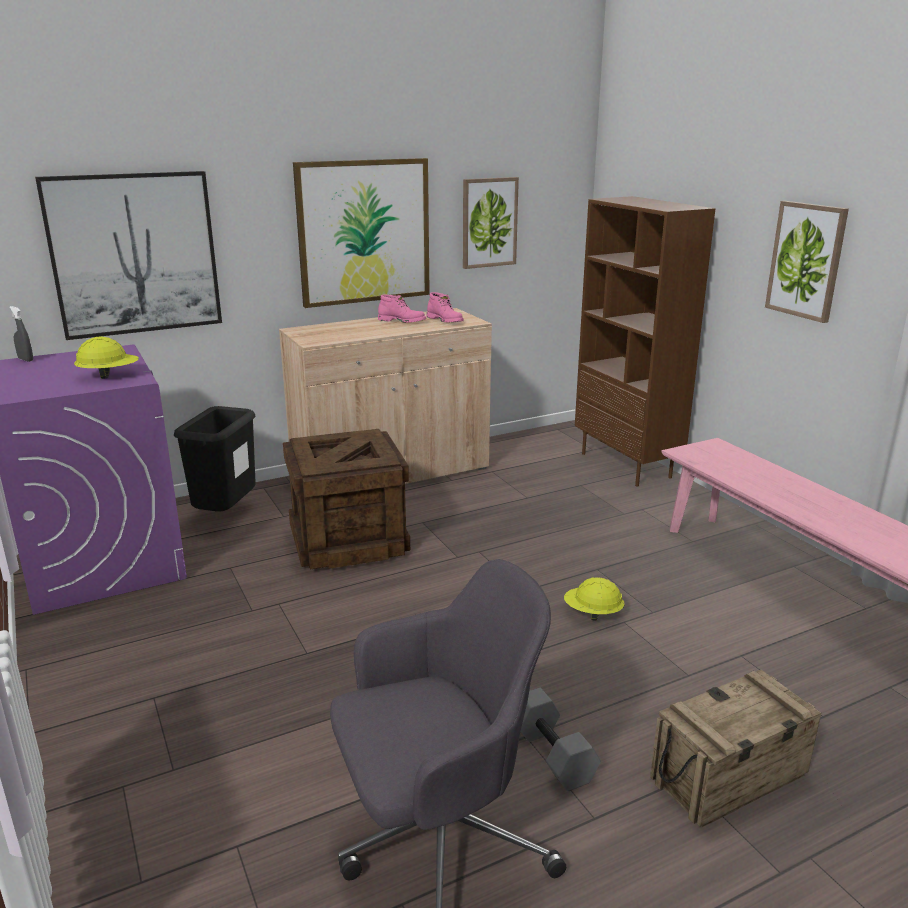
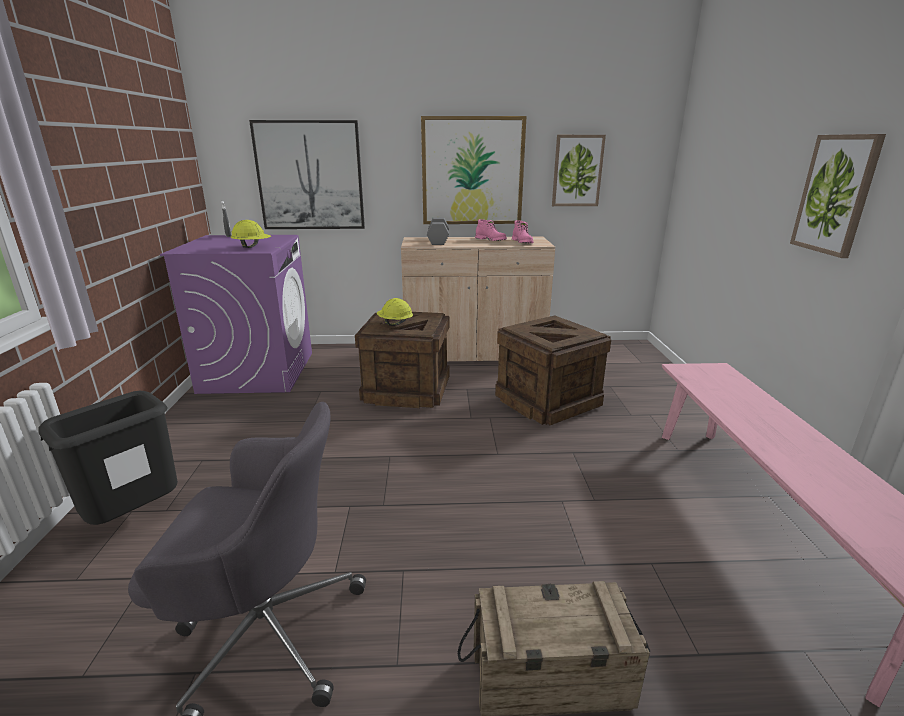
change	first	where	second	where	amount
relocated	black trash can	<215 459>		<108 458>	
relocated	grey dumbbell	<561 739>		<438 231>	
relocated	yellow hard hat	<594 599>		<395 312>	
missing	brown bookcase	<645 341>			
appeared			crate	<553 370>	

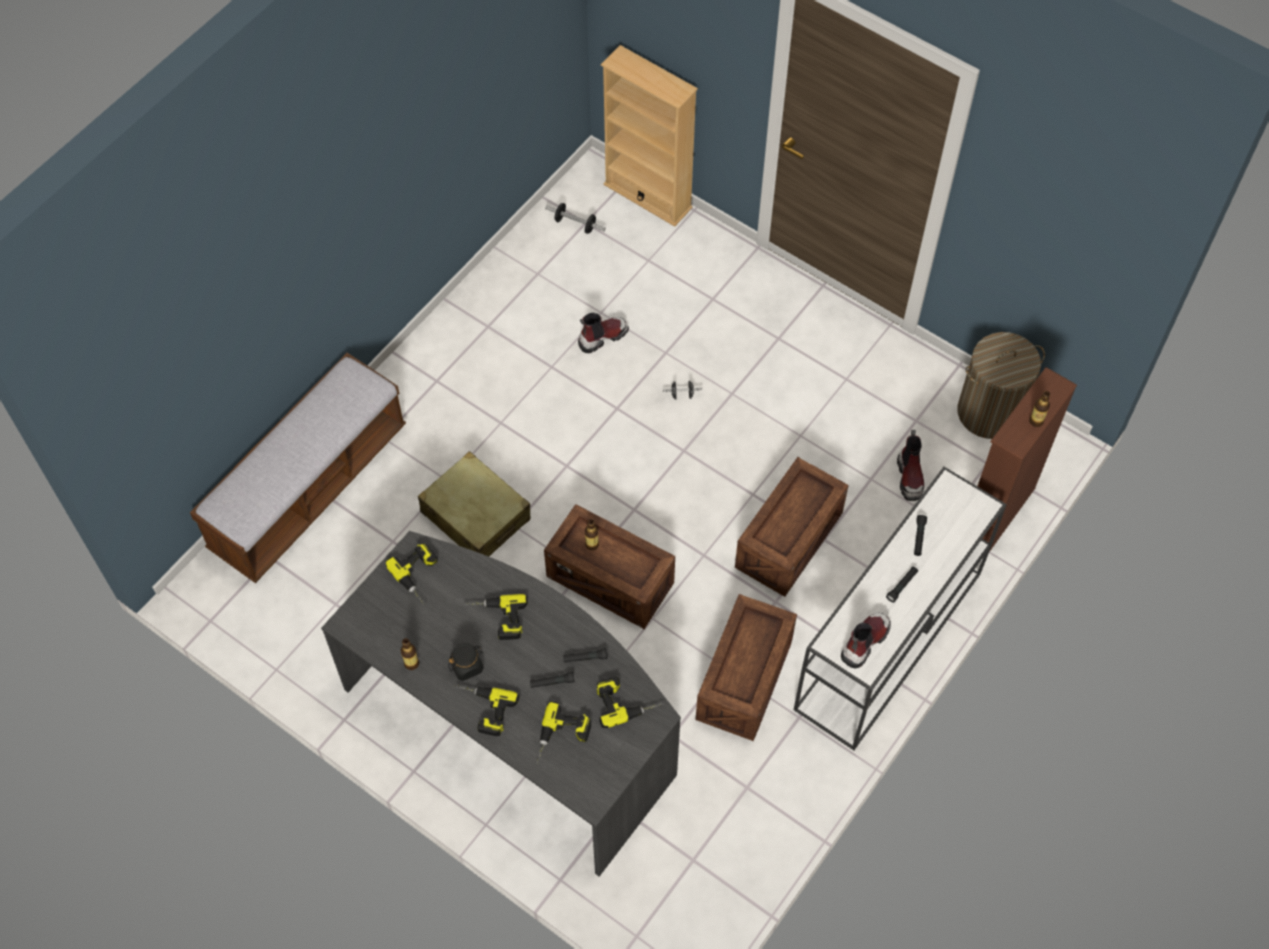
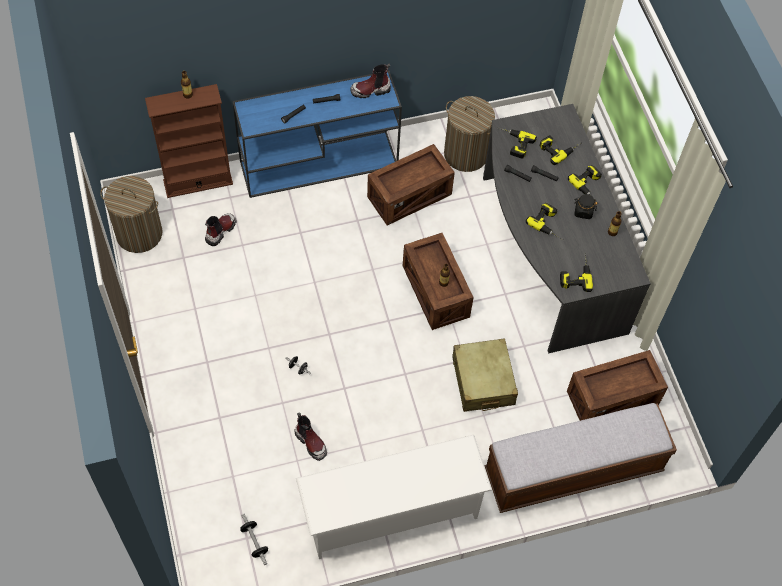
change	first	where	second	where	amount
spun	boot	<603 333>		<311 436>	135 degrees counterclockwise
missing	beige bookcase	<649 136>			
relocated	crate	<792 527>		<617 385>	
colour	white console table	<900 608>	blue console table	<317 134>	
appeared			white shoe rack	<394 497>	
appeared			laundry basket	<469 134>	

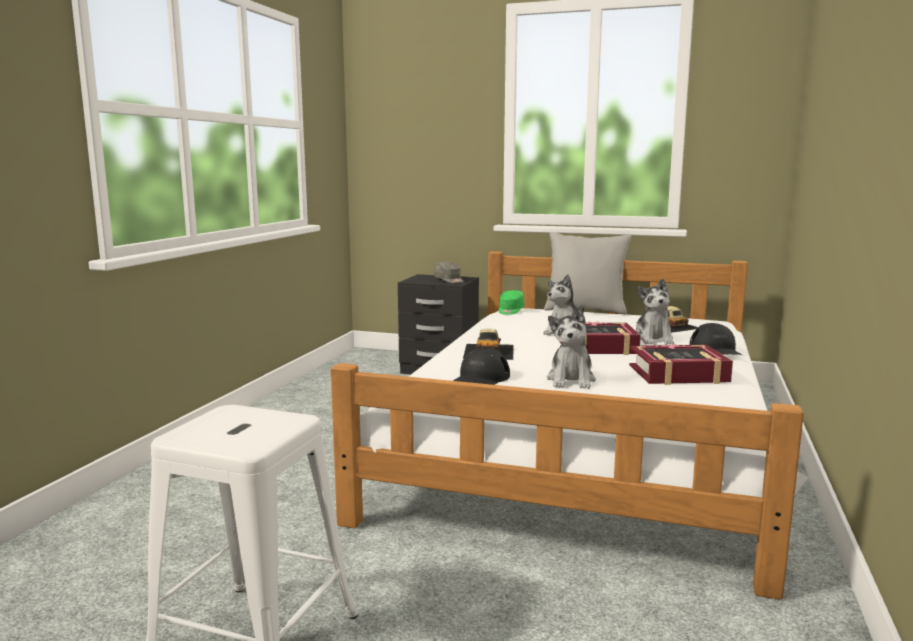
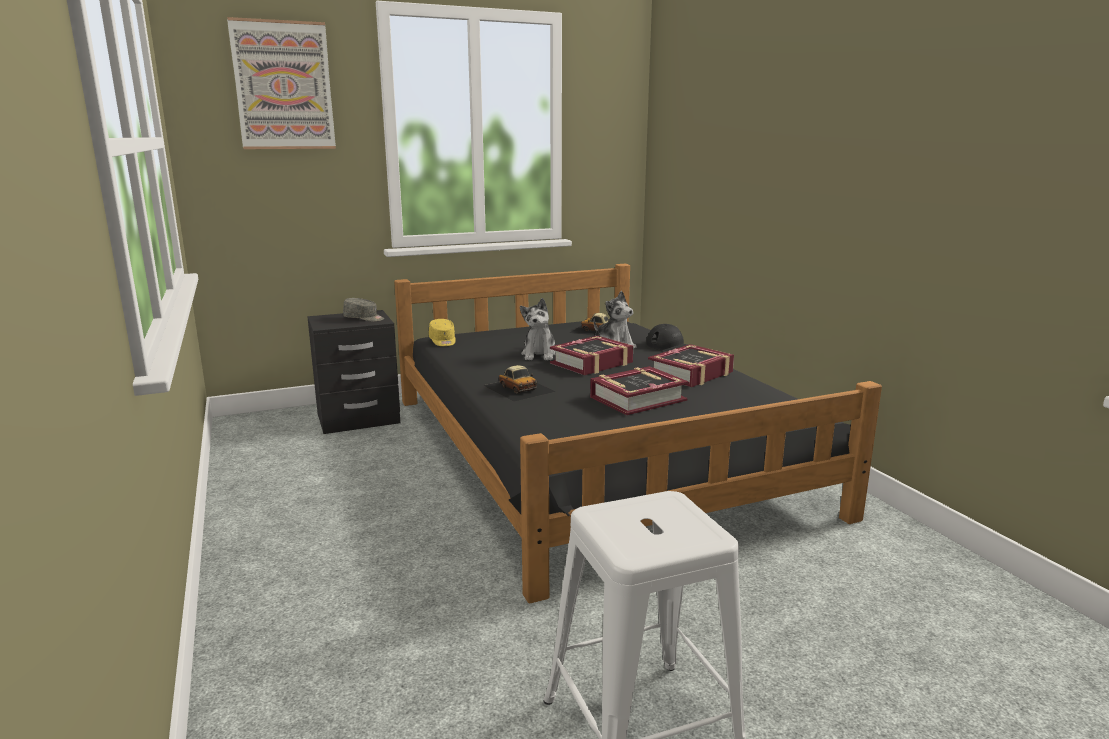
change	first	where	second	where	amount
colour	white bed	<570 425>	black bed	<638 434>	
missing	black cap	<481 366>			
colour	green cap	<512 302>	yellow cap	<442 332>	
missing	grey pillow	<588 273>			
exchanged	plush toy	<571 347>	book	<639 390>	
appeared			picture	<281 83>	

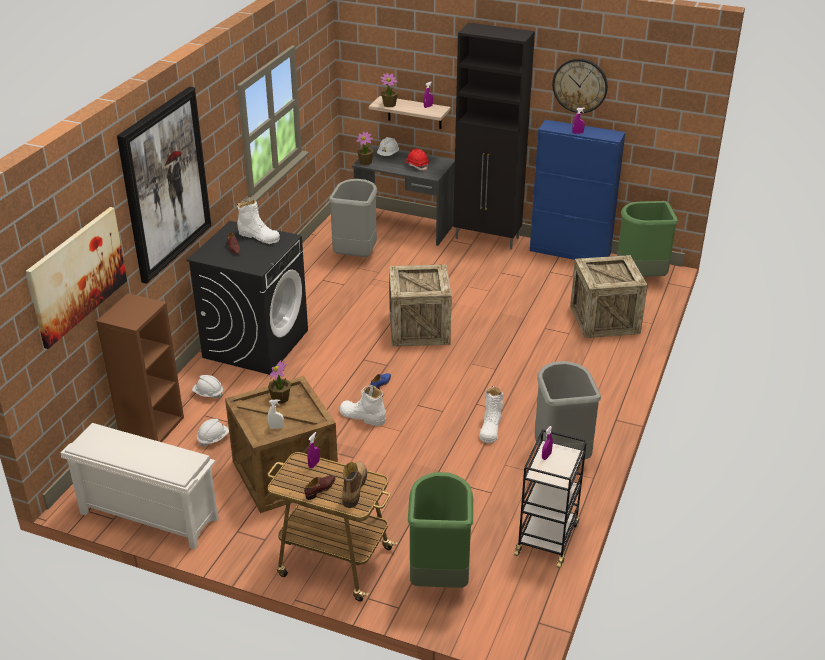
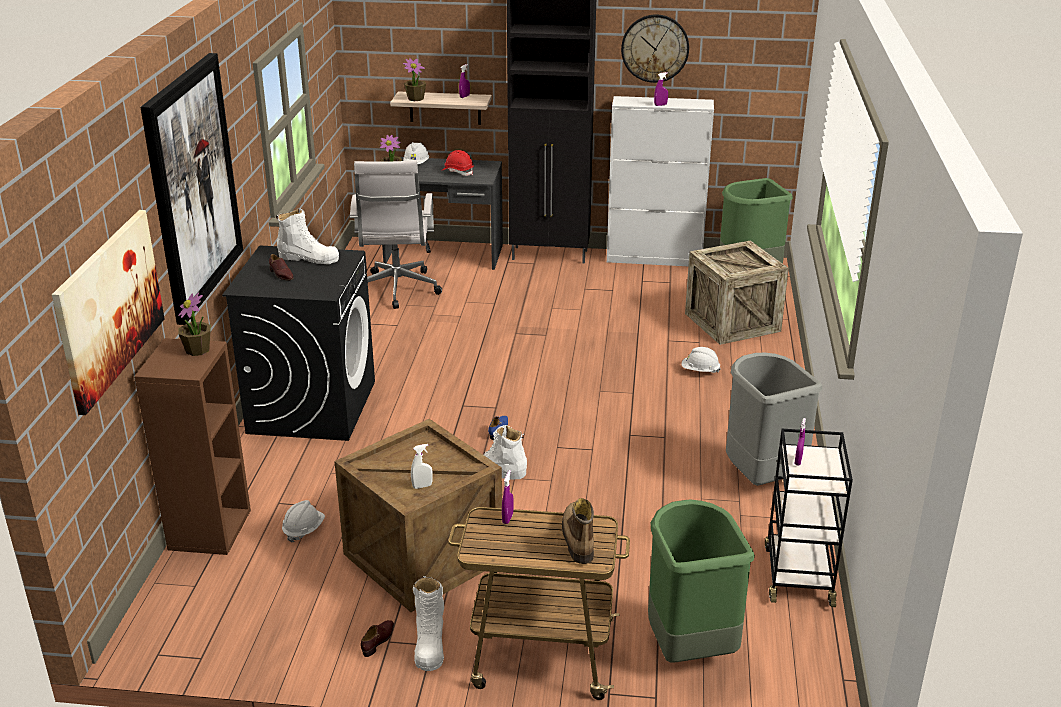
change	first	where	second	where	amount
missing	white shoe rack	<139 486>			
relocated	white hard hat	<207 386>		<701 360>	
relocated	potted plant	<279 382>		<194 324>	
relocated	brown shoe	<320 487>		<377 638>	
exchanged	grey trash can	<353 218>	white office chair	<396 234>	
missing	crate	<420 305>			
relocated	white boot	<491 414>		<428 623>	
colour	blue cabinet	<577 190>	white cabinet	<660 181>	

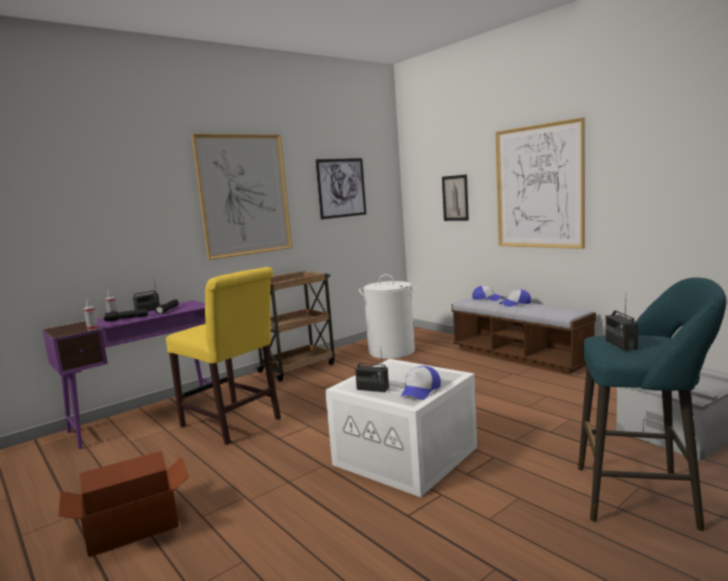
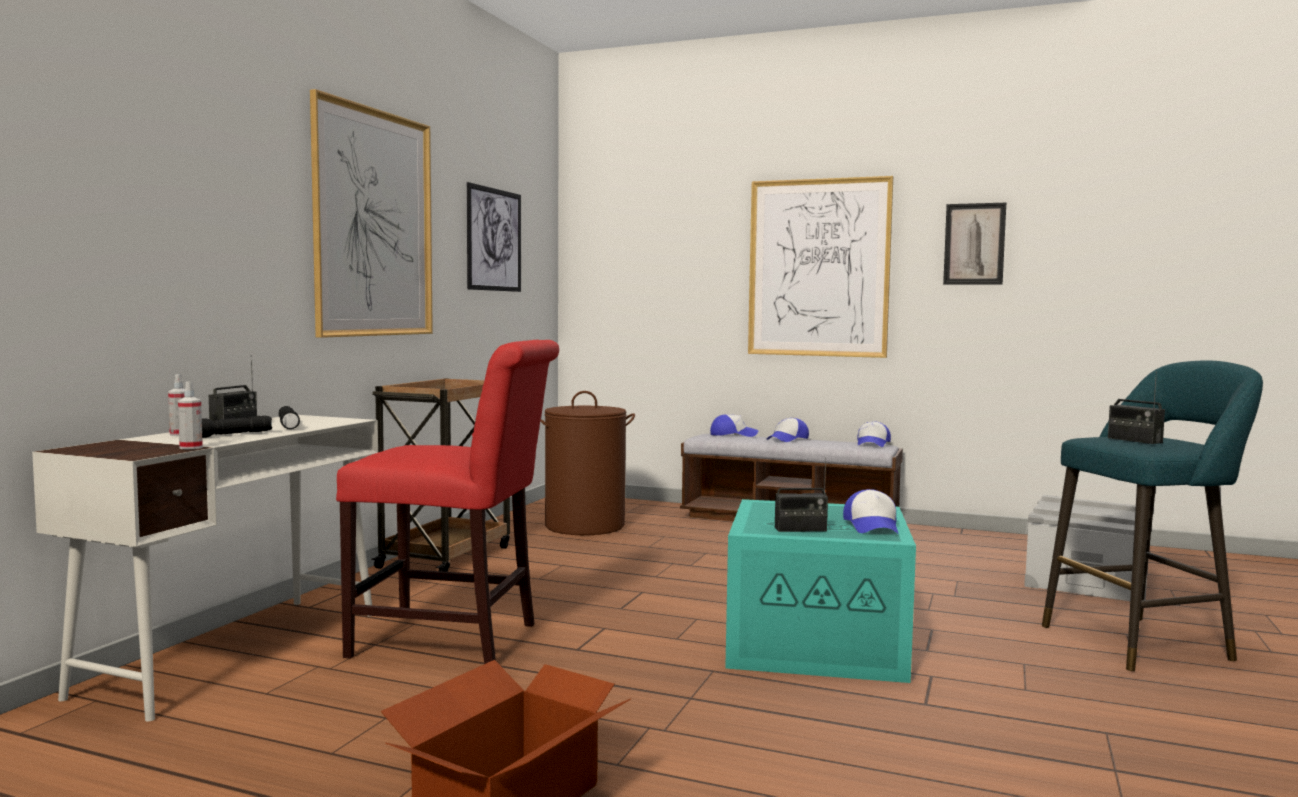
change	first	where	second	where	amount
colour	purple desk	<126 374>	white desk	<205 568>	
colour	yellow chair	<223 356>	red chair	<447 502>	
colour	white storage box	<401 428>	turquoise storage box	<820 591>	
colour	white laundry basket	<388 316>	brown laundry basket	<587 463>	
relocated	picture	<455 197>		<974 243>	
appeared			cap	<874 434>	

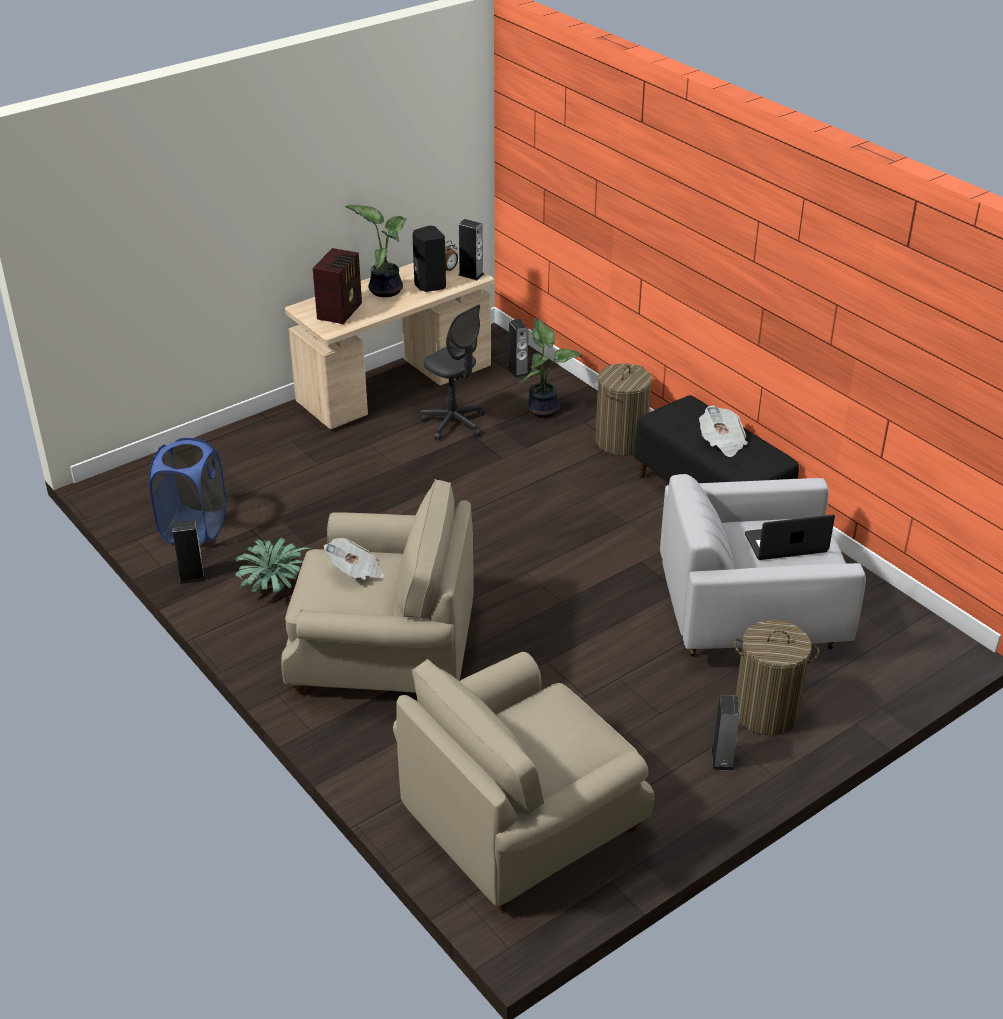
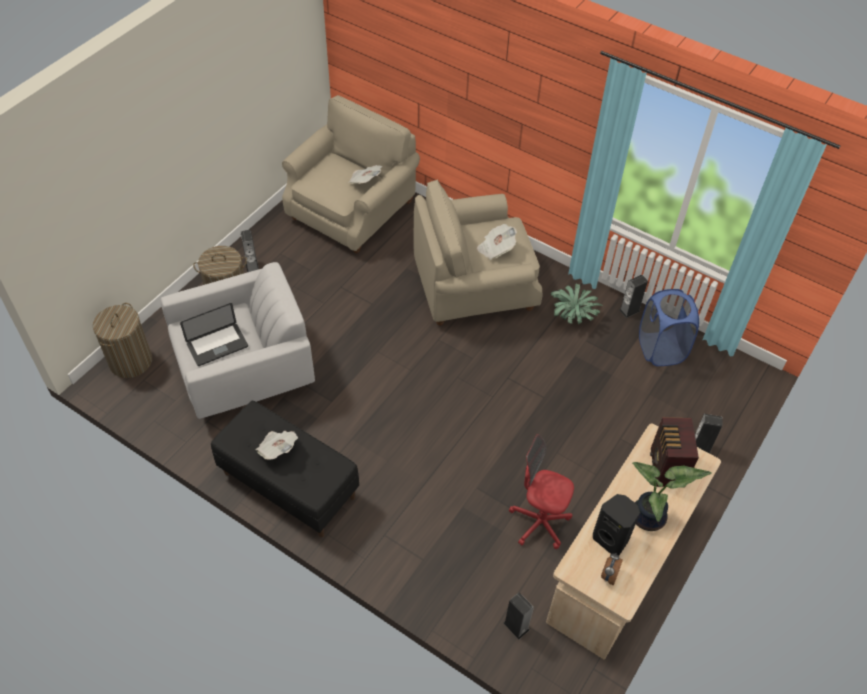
change	first	where	second	where	amount
colour	grey office chair	<452 372>	red office chair	<541 491>	
relocated	speaker	<471 249>		<709 434>	
missing	potted plant	<550 368>			
relocated	laundry basket	<623 409>		<122 340>	
appeared			newspaper	<365 174>	

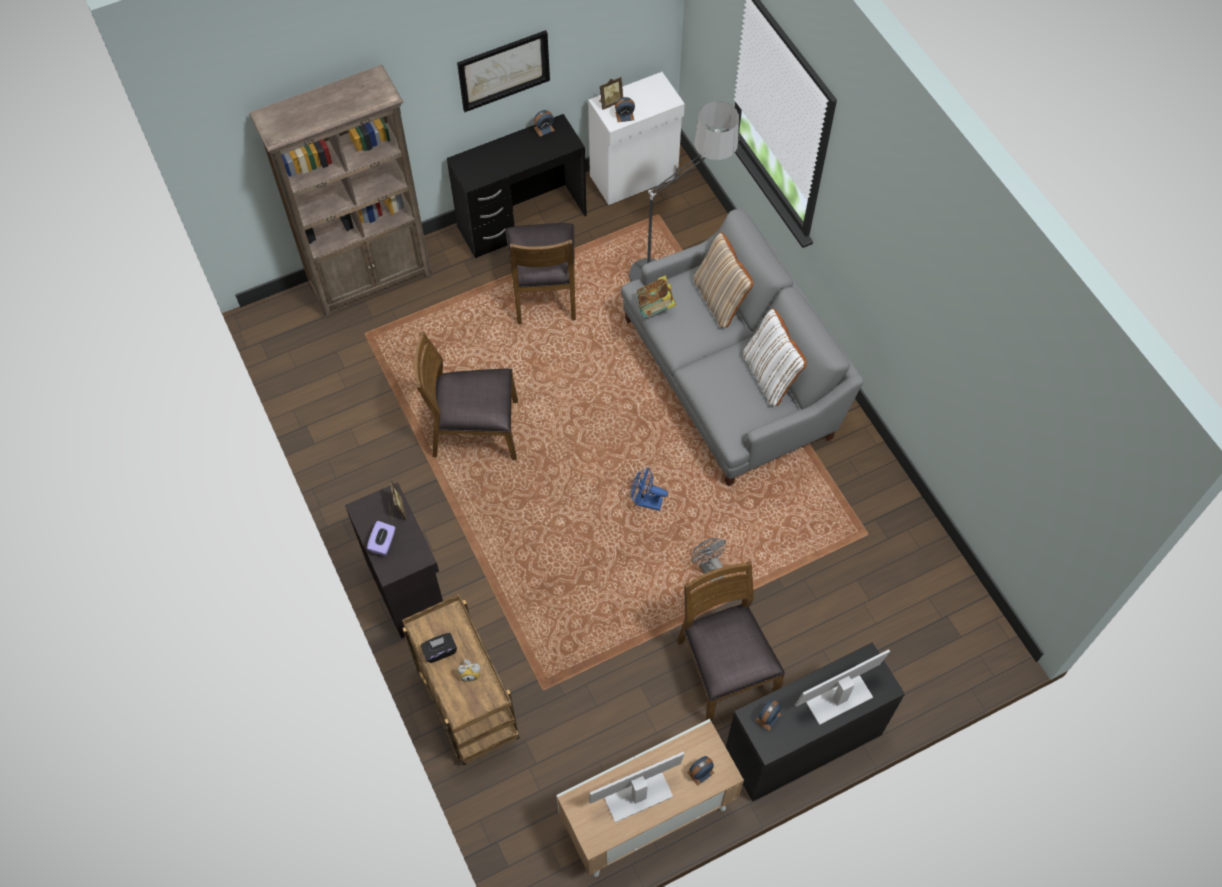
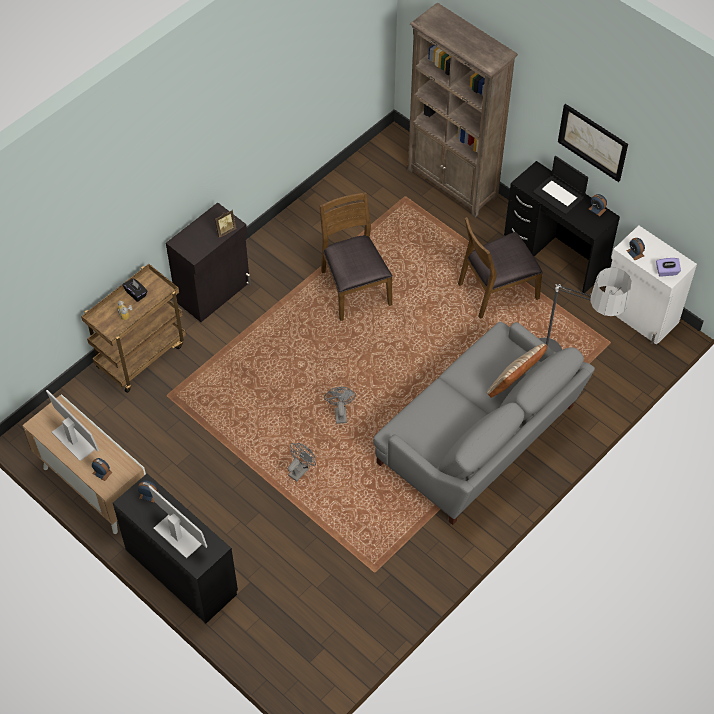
change	first	where	second	where	amount
relocated	purple tissue box	<381 538>		<668 267>	
missing	picture frame	<611 93>			
colour	blue fan	<649 489>	grey fan	<340 405>	
missing	book	<656 296>			
missing	brown chair	<731 641>			
missing	white pillow	<775 357>			
appeared			laptop	<560 185>	

